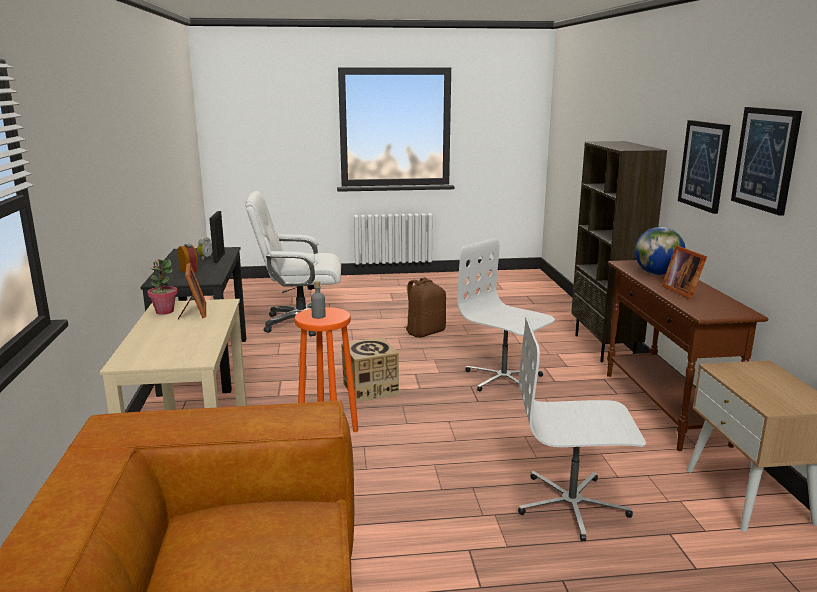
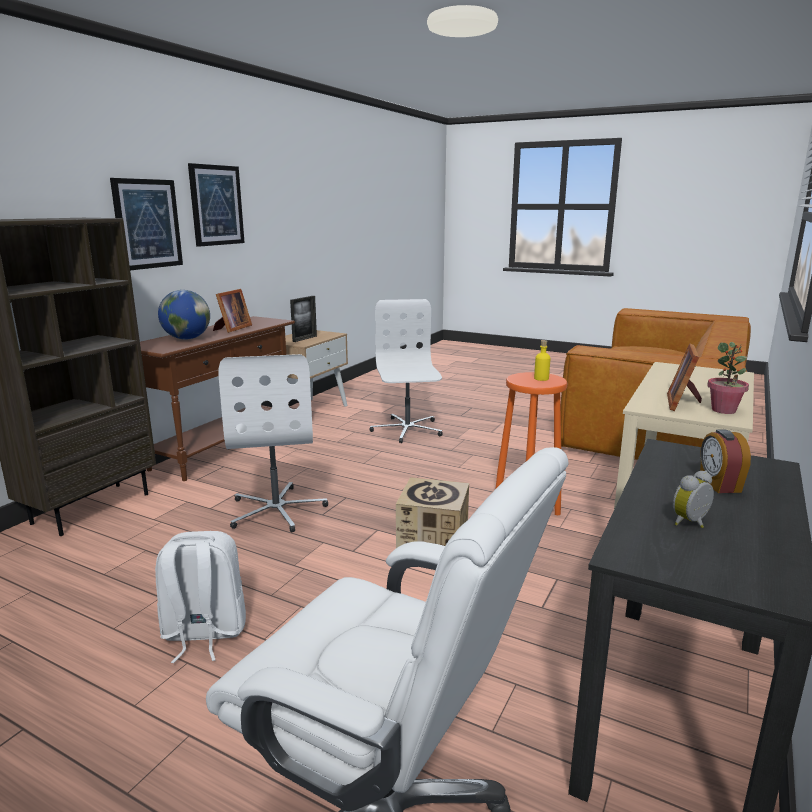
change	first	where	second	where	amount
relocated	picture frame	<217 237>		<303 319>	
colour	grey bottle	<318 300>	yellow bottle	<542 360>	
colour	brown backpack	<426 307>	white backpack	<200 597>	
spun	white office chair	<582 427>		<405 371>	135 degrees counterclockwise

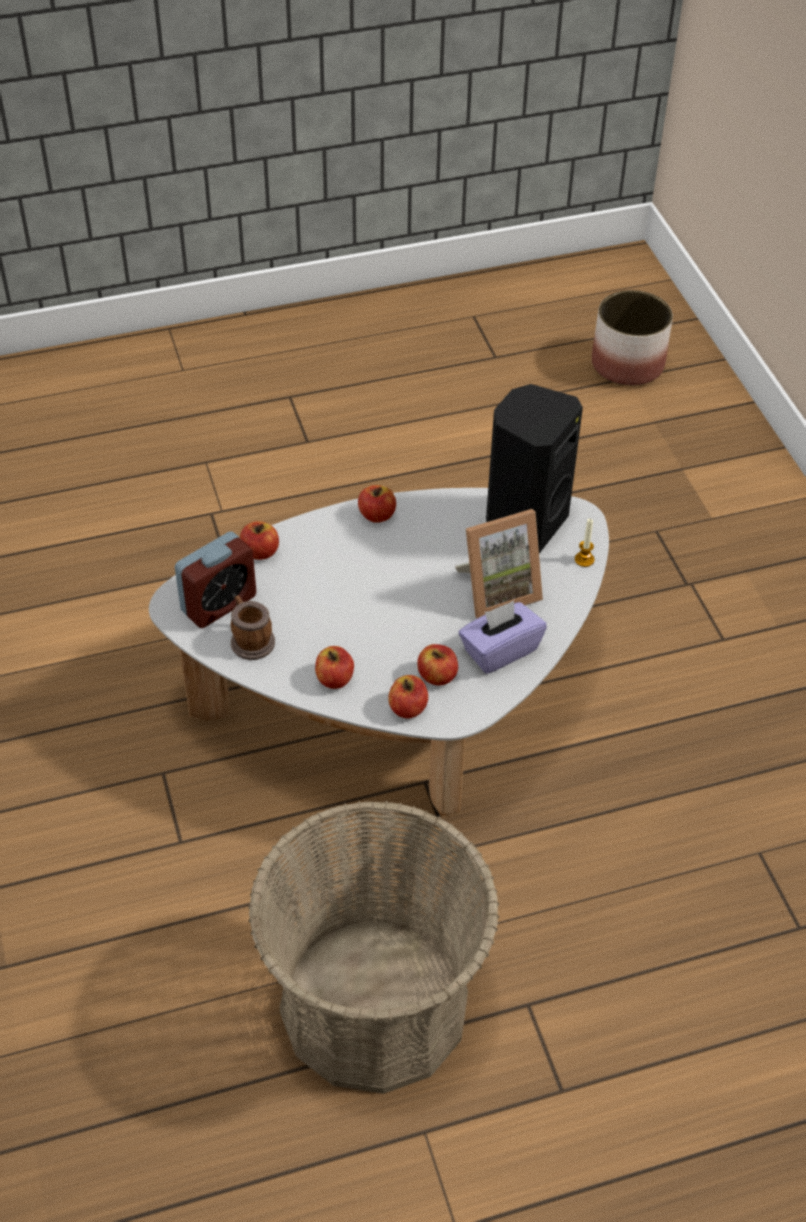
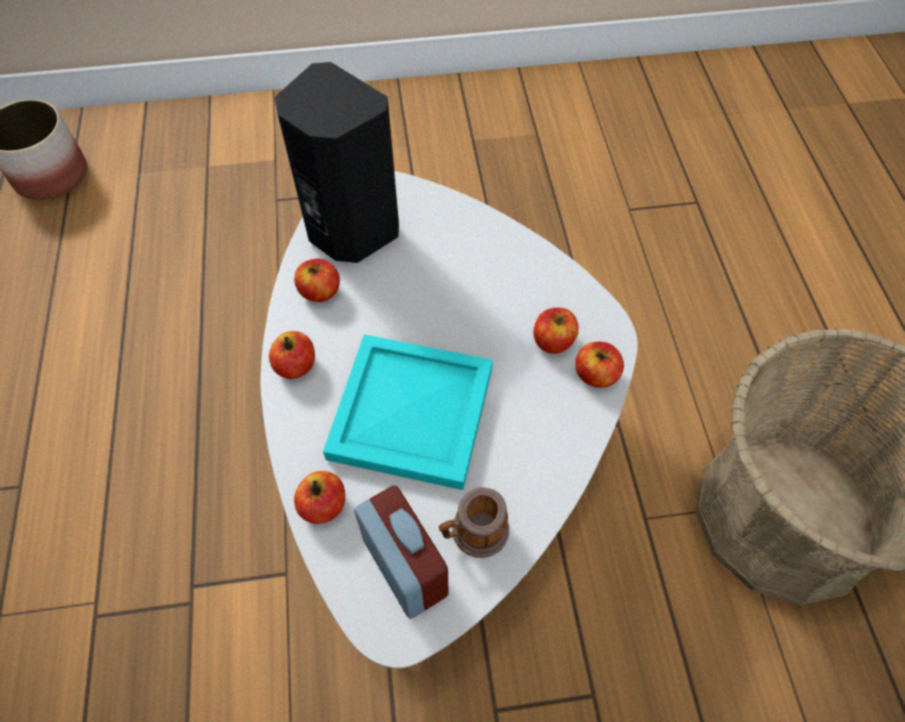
change	first	where	second	where	amount
relocated	apple	<334 667>		<317 280>	
missing	picture frame	<499 563>			
missing	purple tissue box	<503 637>			
missing	candle	<584 543>			
appeared			turquoise tray	<408 412>	

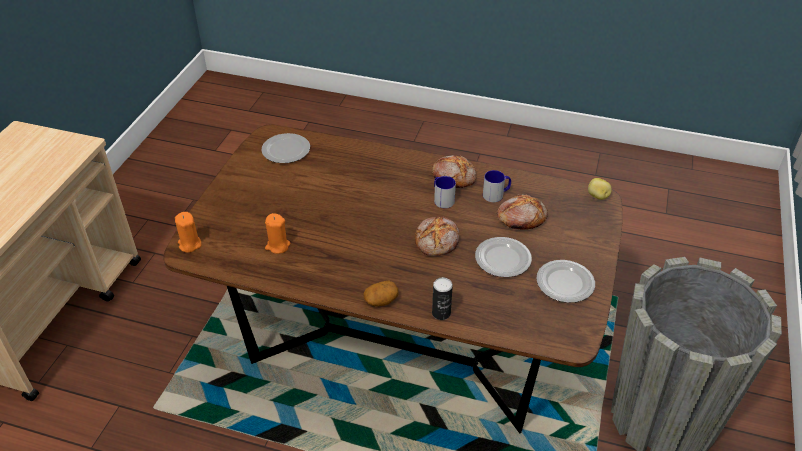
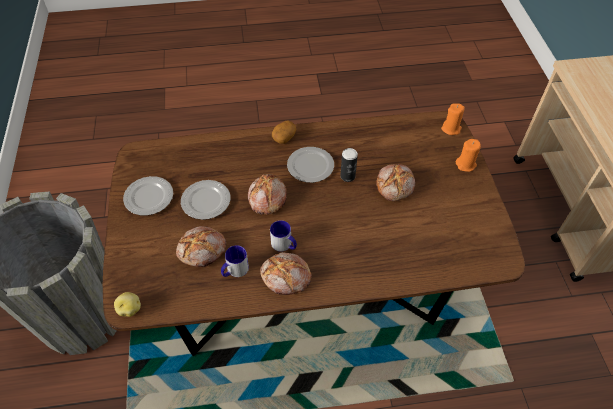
change	first	where	second	where	amount
relocated	plate	<285 148>		<310 165>	
relocated	orange candle	<277 233>		<468 155>	
relocated	can	<442 298>		<349 165>	
appeared			bread	<395 182>	

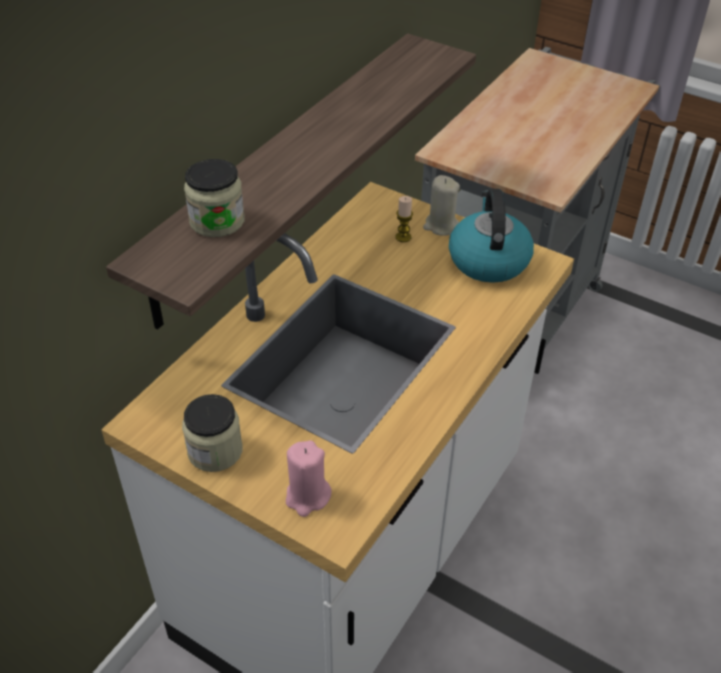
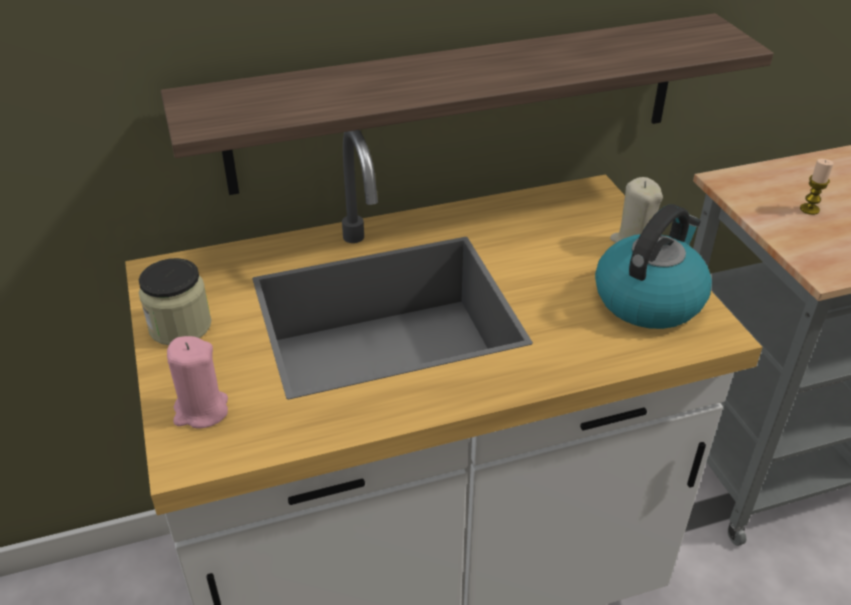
change	first	where	second	where	amount
missing	jar	<214 198>			
relocated	candle	<404 219>		<817 187>	

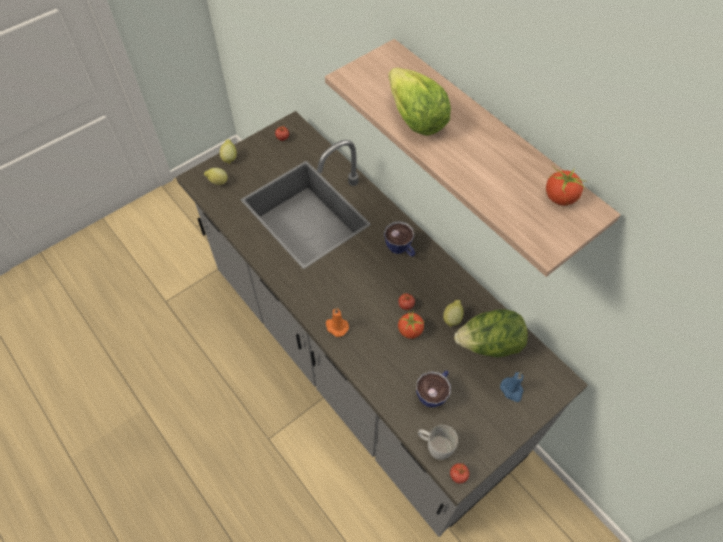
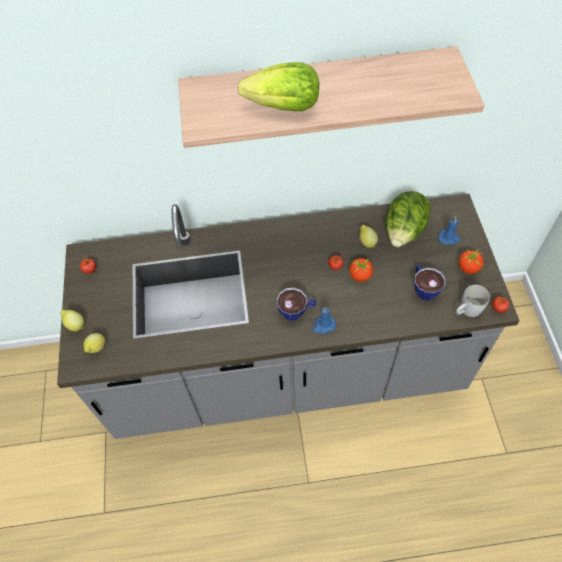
change	first	where	second	where	amount
colour	orange candle	<337 322>	blue candle	<324 320>	
relocated	cup	<399 239>		<297 304>	
relocated	tomato	<565 185>		<471 261>	

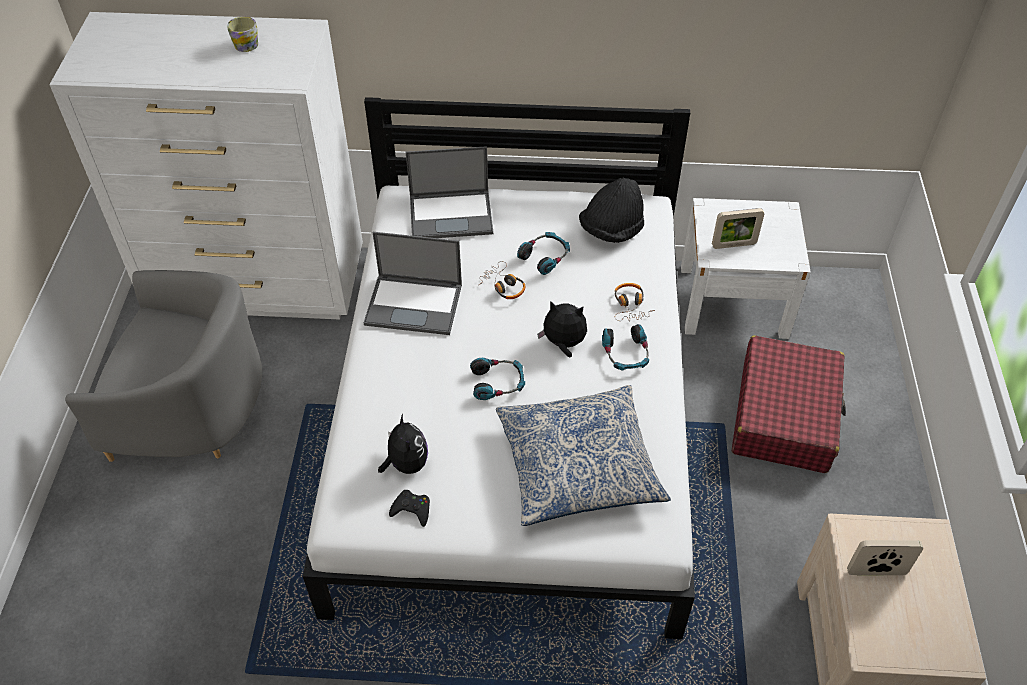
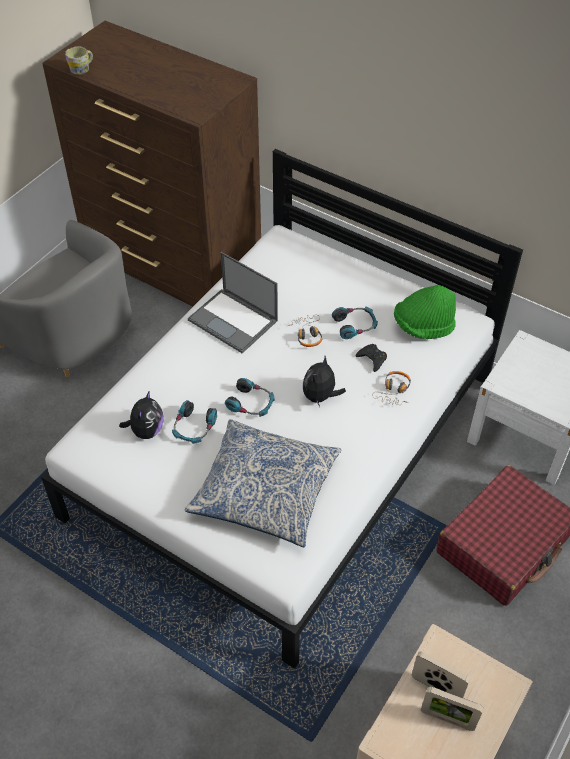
change	first	where	second	where	amount
colour	white dresser	<206 165>	brown dresser	<151 163>	
relocated	mug	<242 34>		<79 60>	
relocated	black game controller	<409 508>		<371 358>	
missing	laptop	<449 192>			
spun	plush toy	<562 329>		<324 381>	105 degrees counterclockwise
colour	black hat	<611 210>	green hat	<425 312>	
relocated	headphones	<625 347>		<194 422>	
relocated	picture frame	<738 228>		<452 709>	

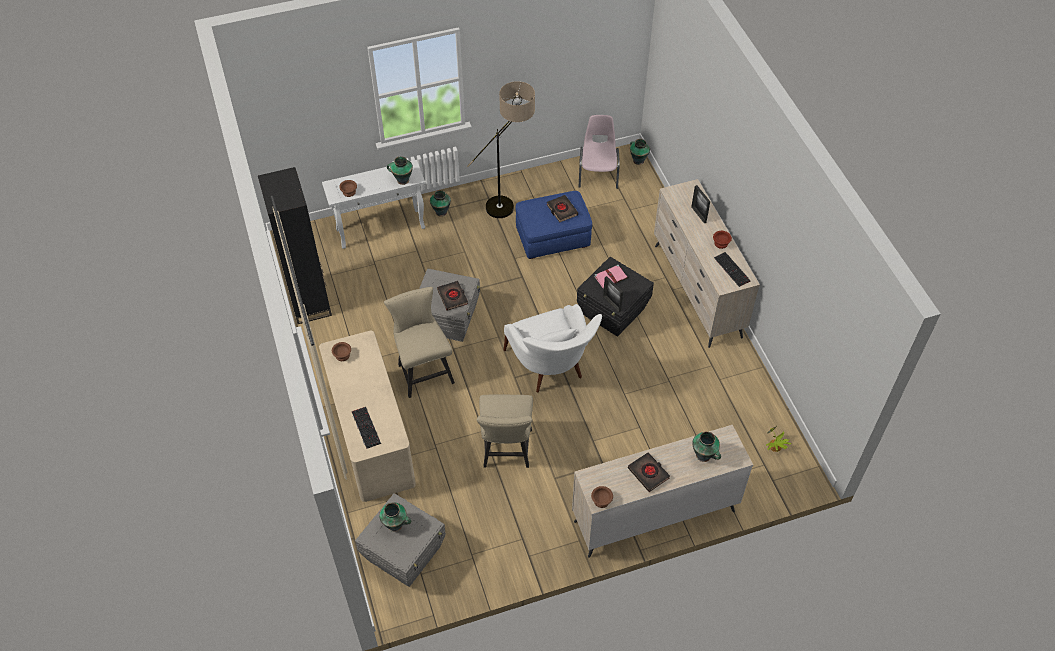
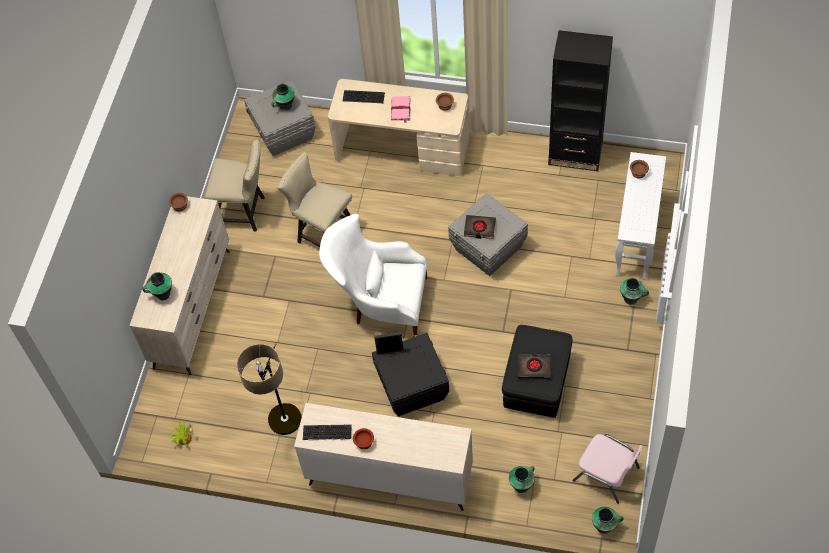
change	first	where	second	where	amount
relocated	beige chair	<419 342>		<234 185>	
relocated	vase	<400 170>		<522 479>	
relocated	floor lamp	<501 149>		<269 389>	
colour	blue ottoman	<553 225>	black ottoman	<537 371>	
relocated	pink book	<611 277>		<401 109>	
missing	black book	<649 472>			
missing	picture frame	<700 204>			

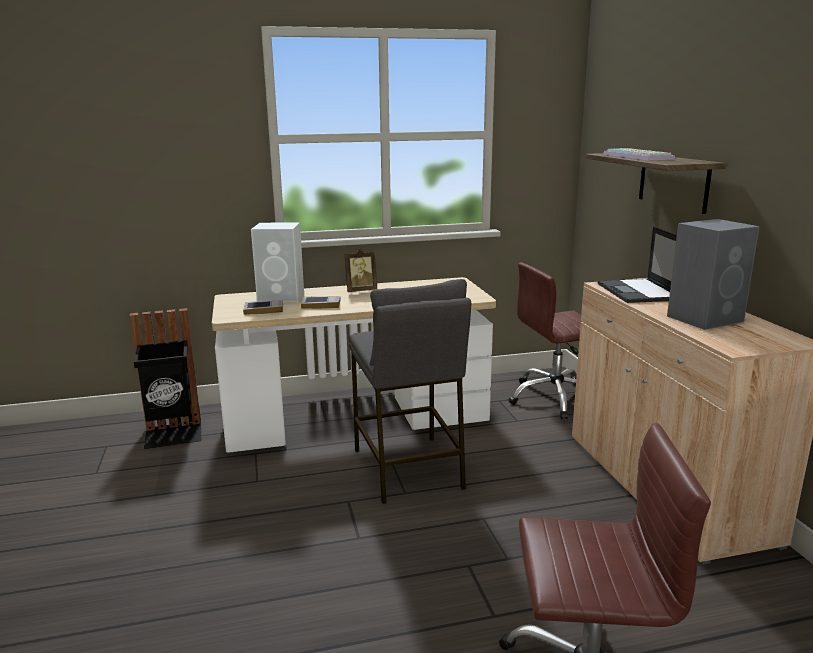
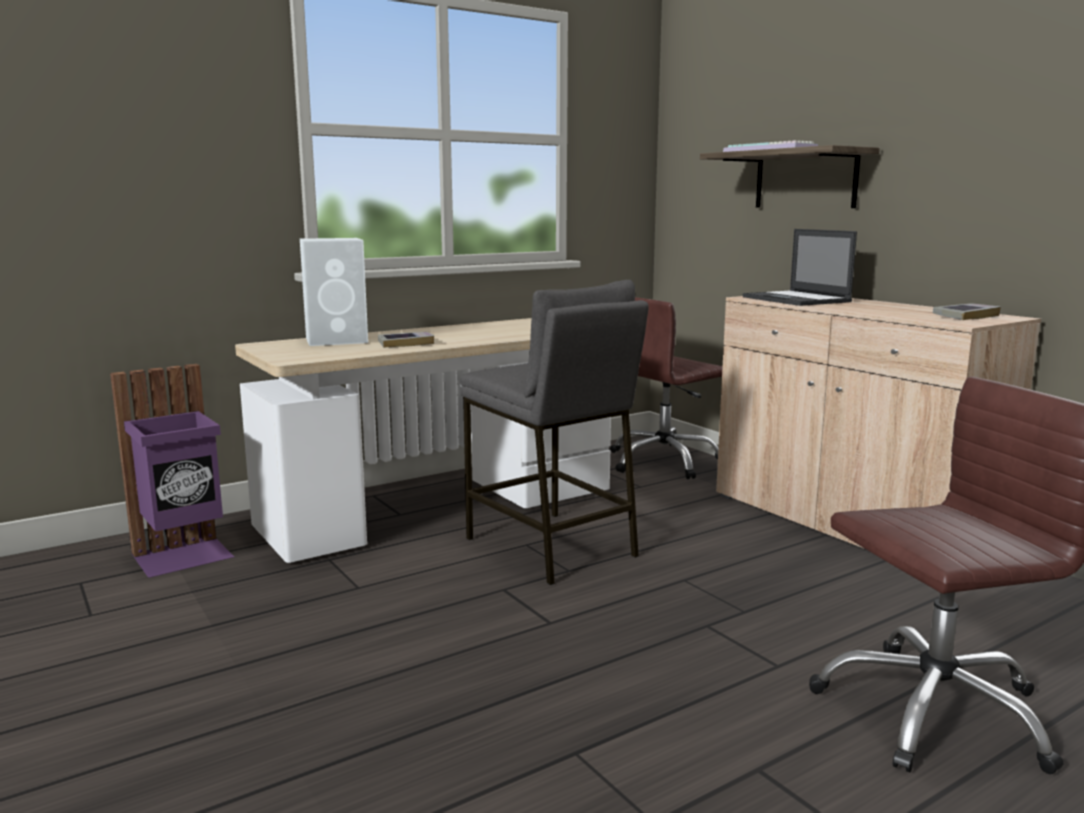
change	first	where	second	where	amount
colour	black trash can	<165 378>	purple trash can	<172 471>	
relocated	book	<263 307>		<967 311>	
missing	picture frame	<361 270>			
missing	grey speaker	<713 274>			

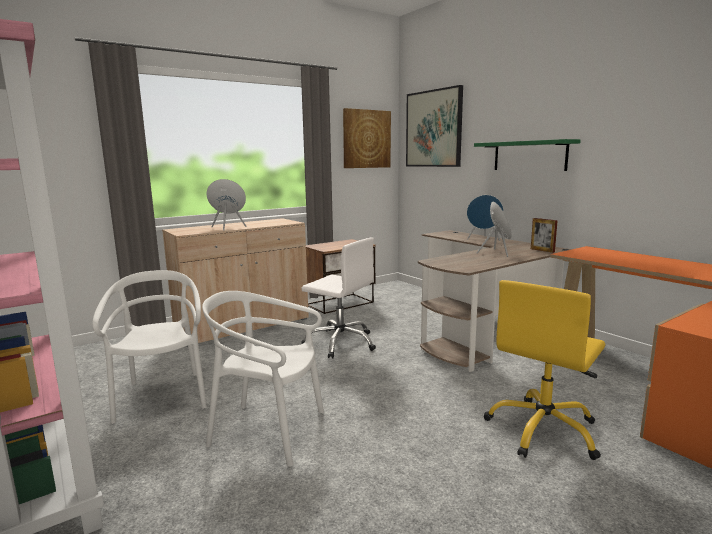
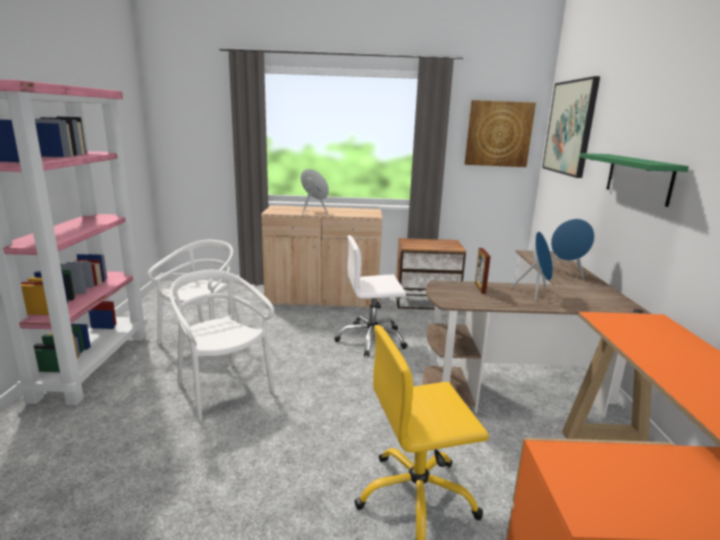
change	first	where	second	where	amount
spun	white office chair	<338 297>		<371 296>	105 degrees clockwise
relocated	picture frame	<544 235>		<483 271>	

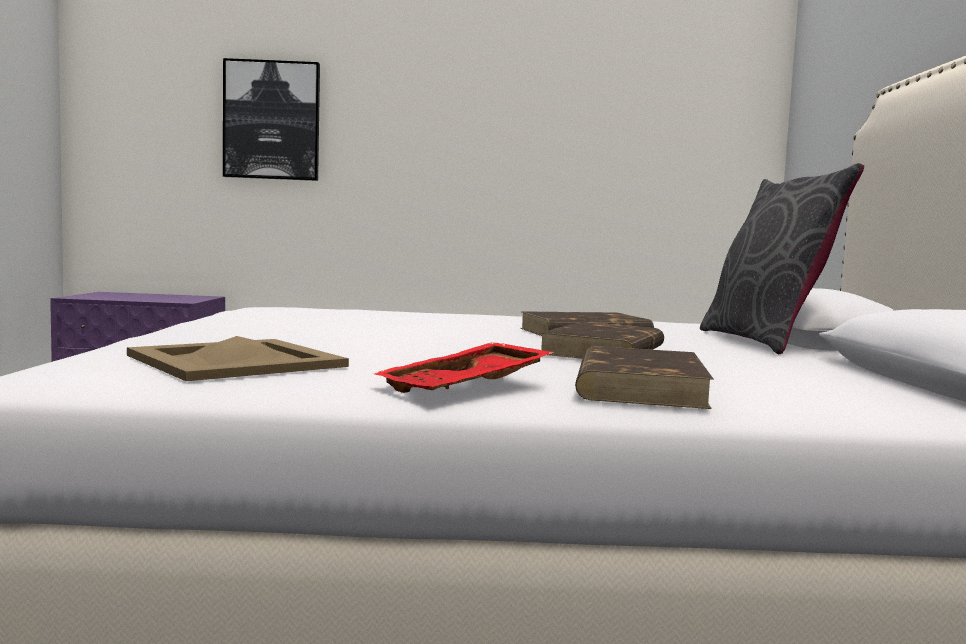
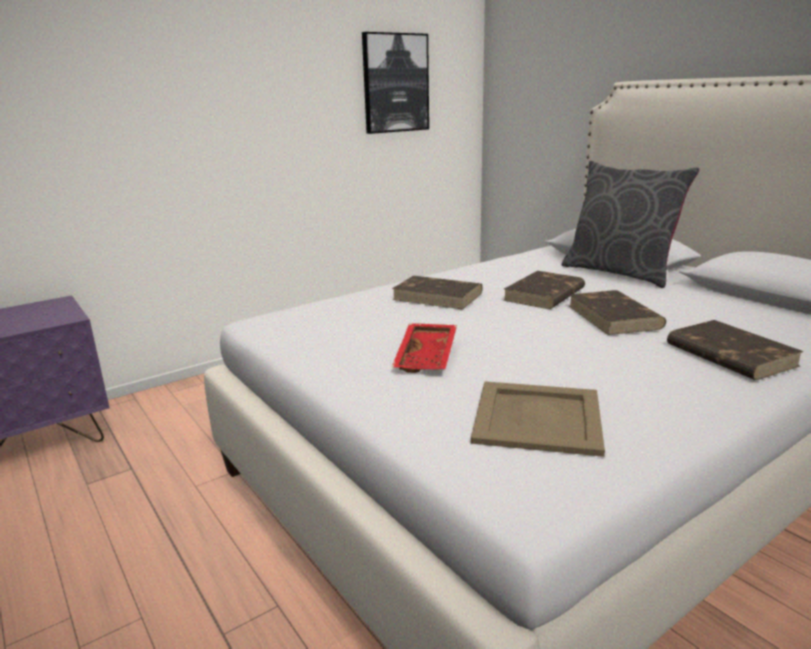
change	first	where	second	where	amount
relocated	picture	<271 119>		<395 83>	
relocated	red tray	<463 367>		<424 348>	
appeared			brown book	<437 293>	

